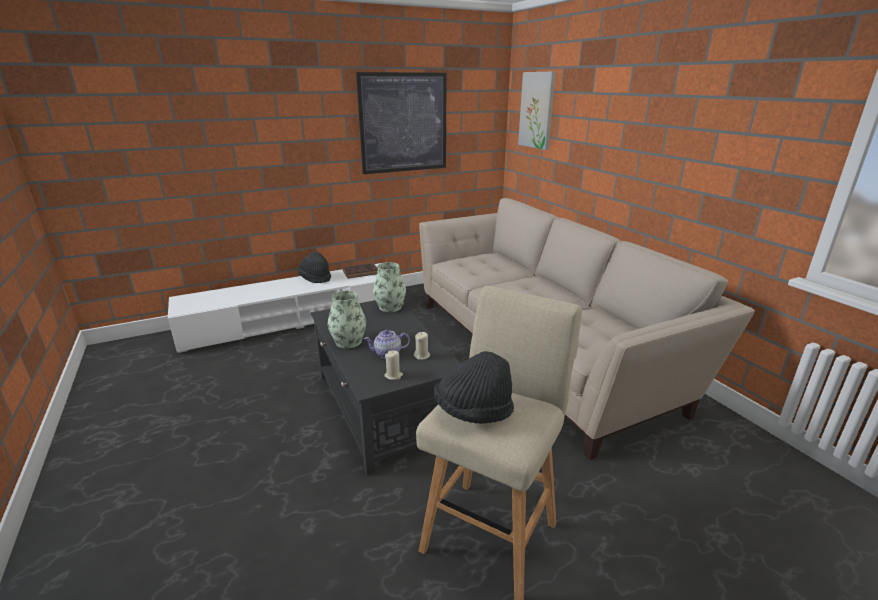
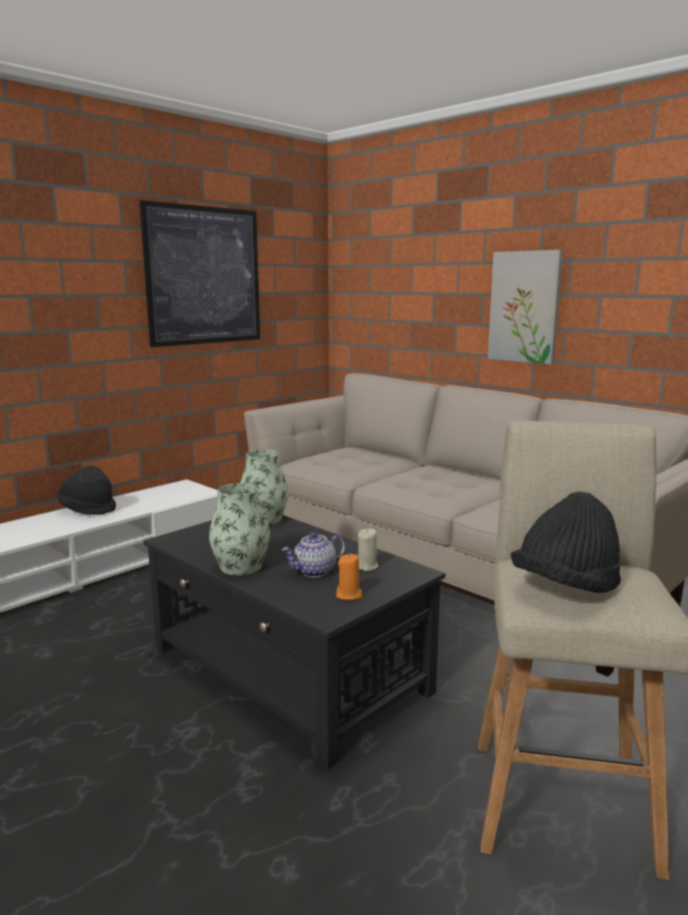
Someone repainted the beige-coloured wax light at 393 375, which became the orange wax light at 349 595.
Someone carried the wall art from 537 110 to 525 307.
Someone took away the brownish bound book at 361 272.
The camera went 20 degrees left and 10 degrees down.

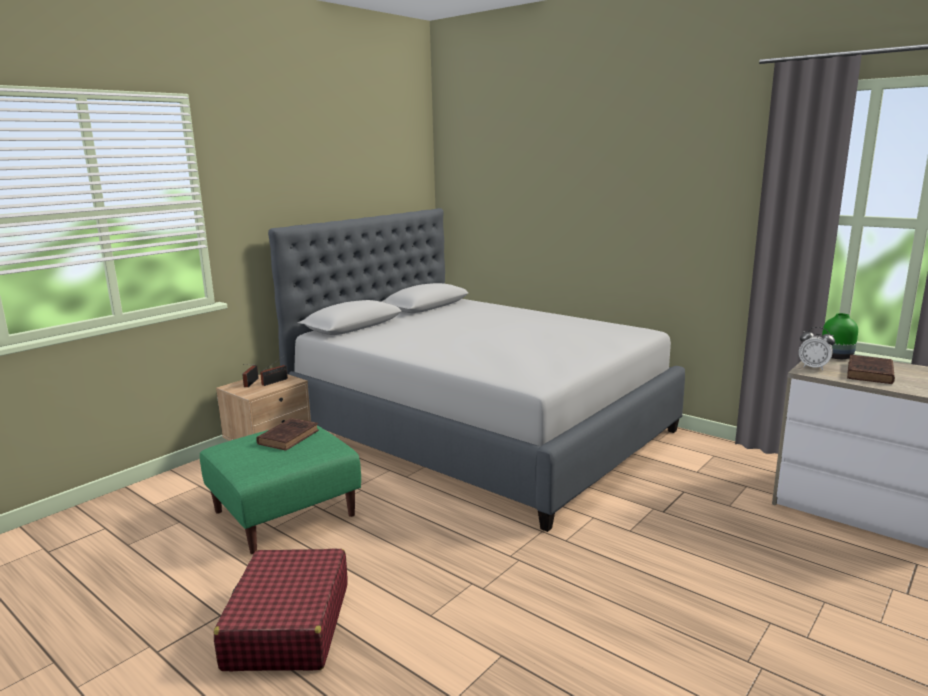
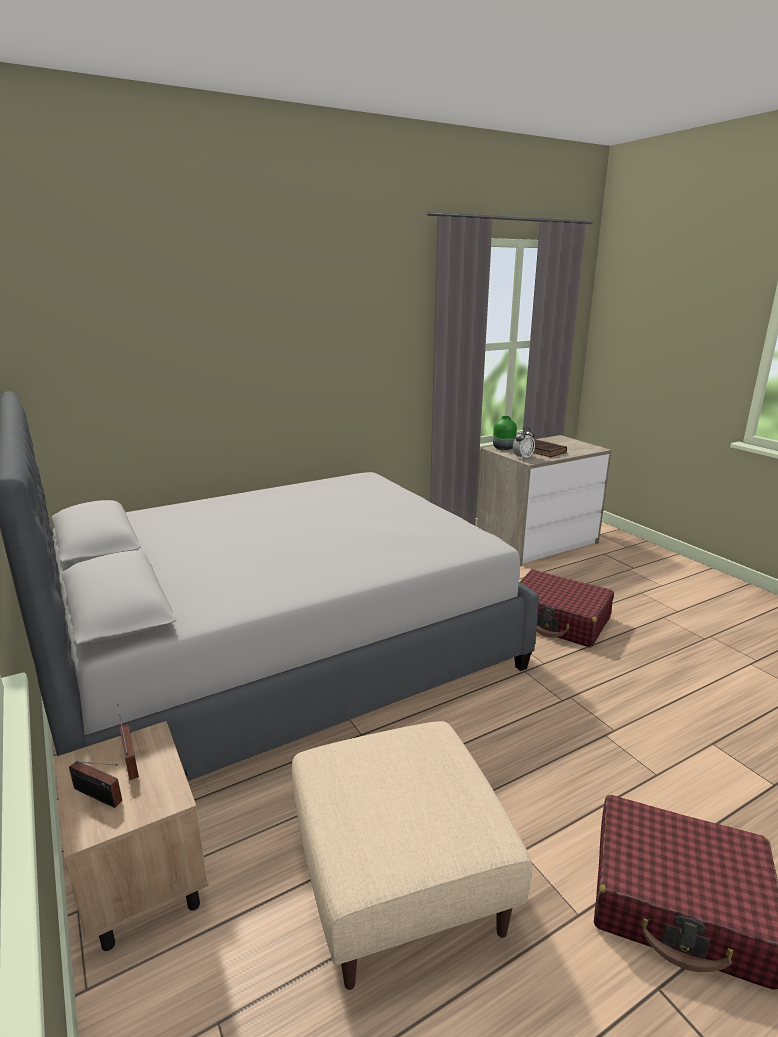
Someone repainted the green-coloured ottoman at 284 513, which became the beige-coloured ottoman at 398 880.
Someone put down the red suitcase at 558 620.
Someone took away the brownish bound book at 289 437.
The camera went 70 degrees left and 5 degrees up.

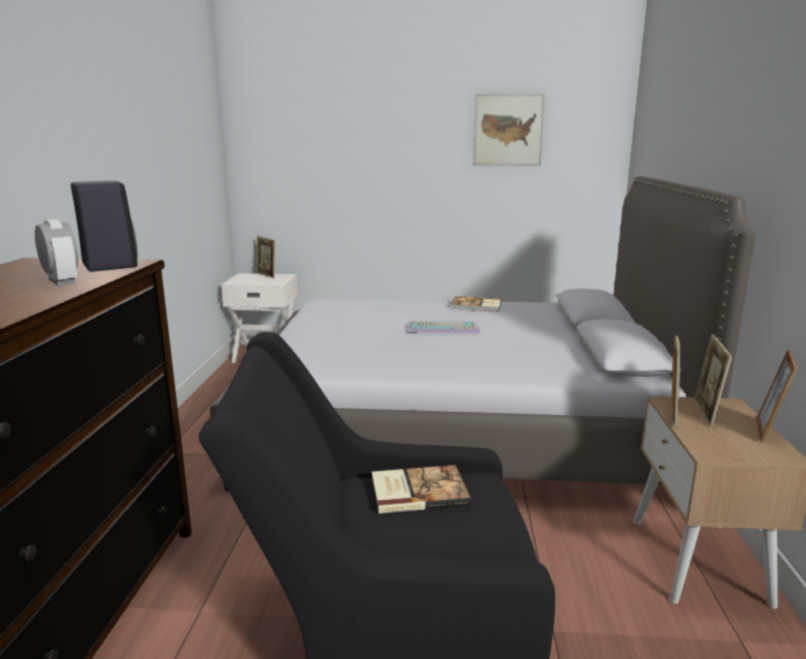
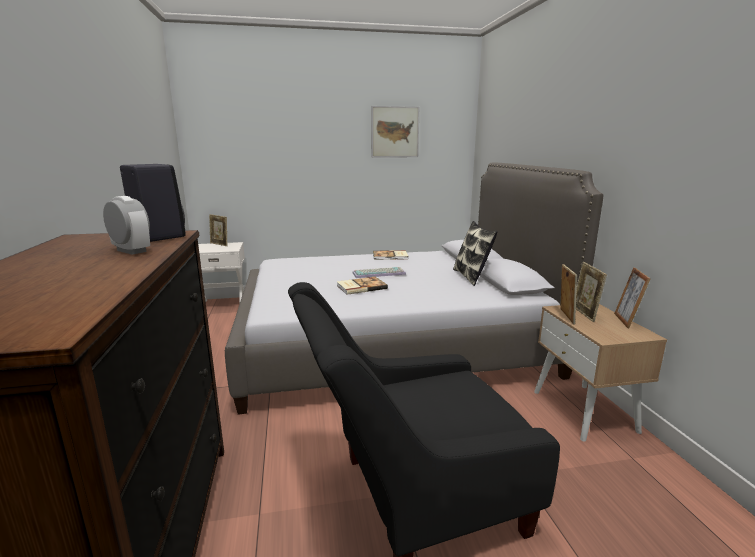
Someone carried the bound book from 417 491 to 361 287.
Someone put down the throw pillow at 471 276.
The camera went 15 degrees left and 0 degrees up.

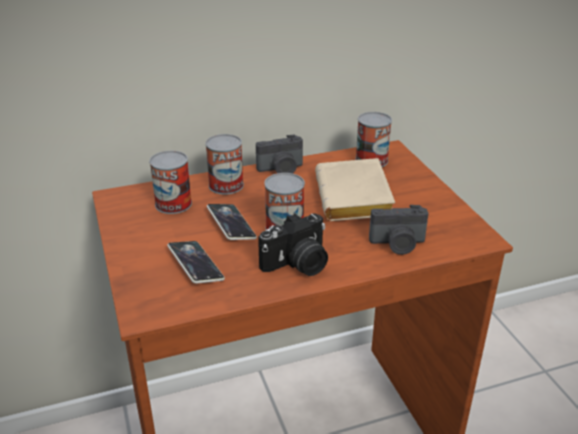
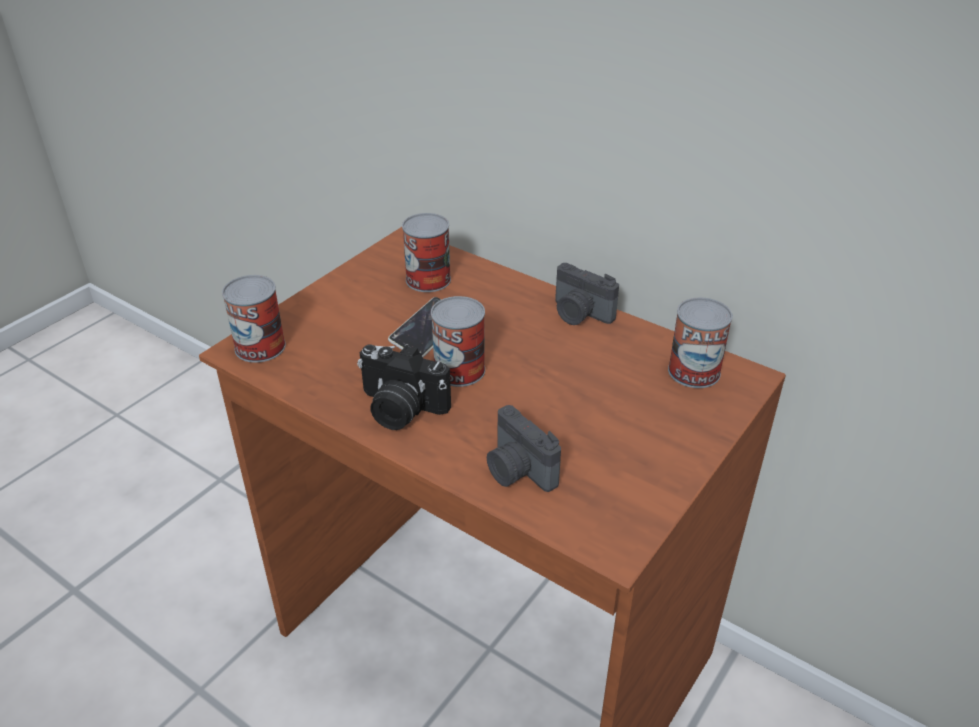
Someone carried the metal can from 226 185 to 260 347.
Someone took away the telephone at 195 265.
Someone took away the beige-coloured bound book at 356 199.
The camera went 55 degrees right and 5 degrees up.

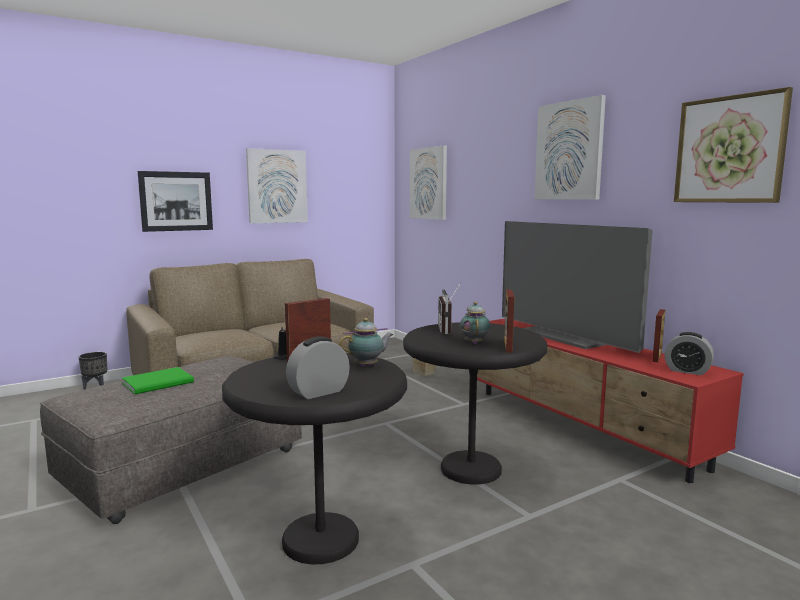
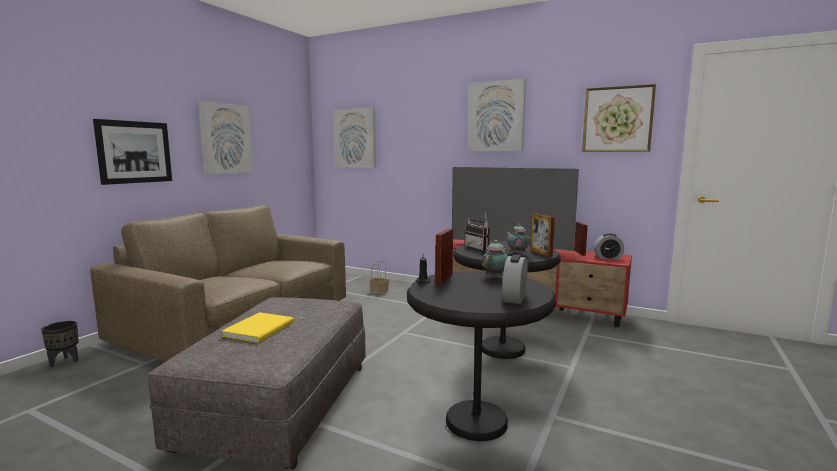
Someone repainted the green-coloured bound book at 160 382, which became the yellowish bound book at 261 328.
The camera went 30 degrees left and 0 degrees up.

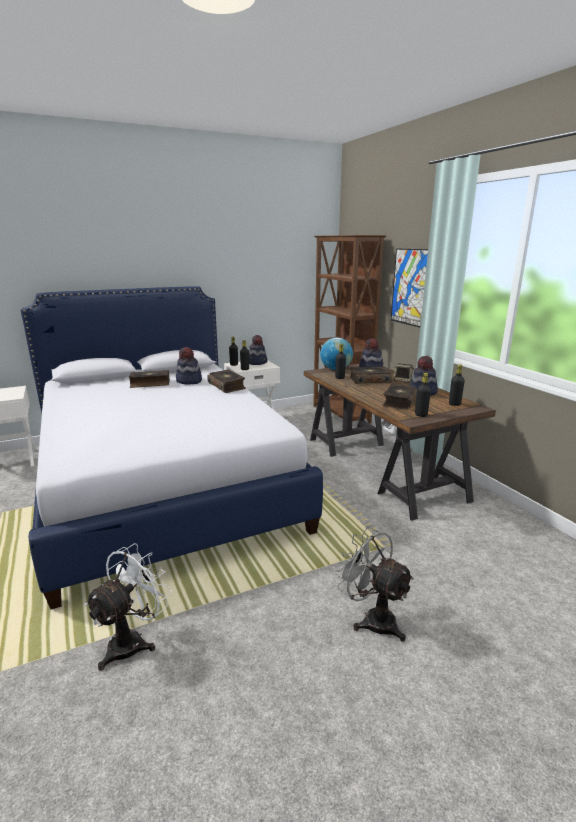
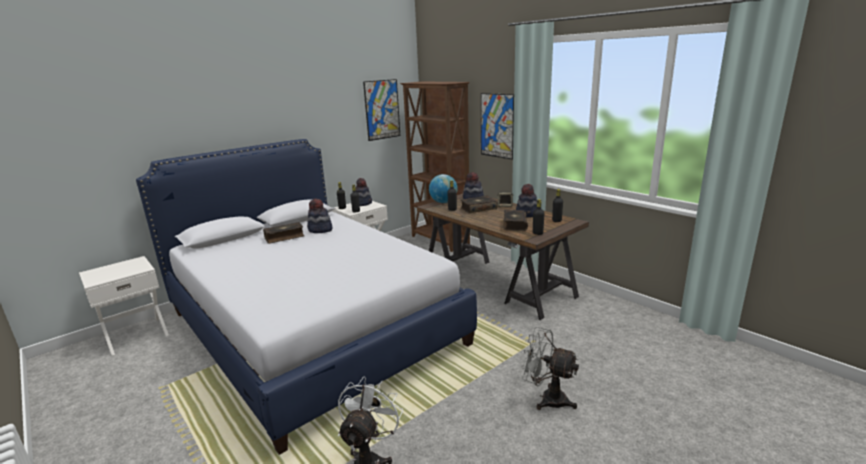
Someone put up the wall art at 382 109.
Someone took away the bound book at 227 386.
The camera went 15 degrees left and 0 degrees up.

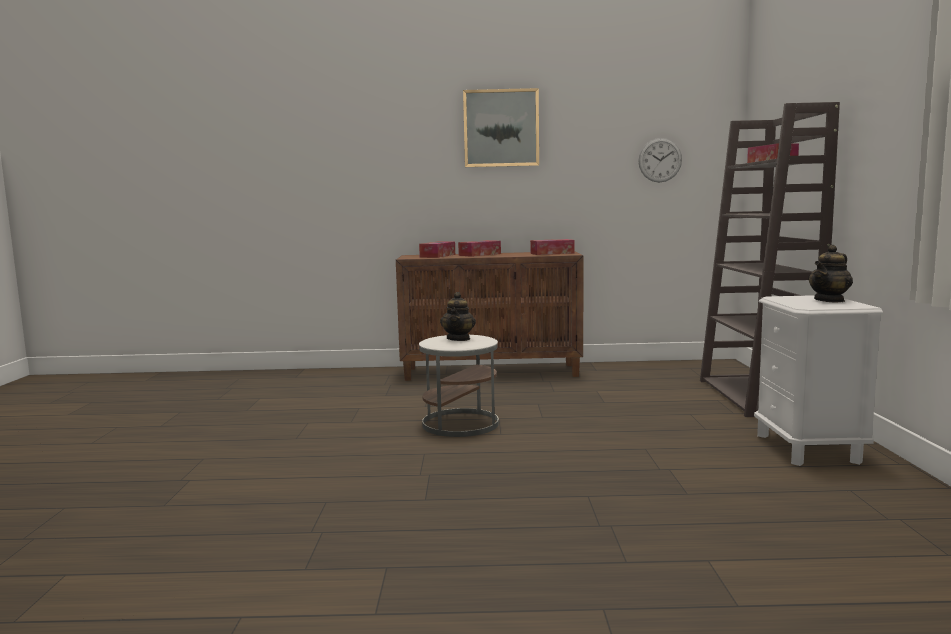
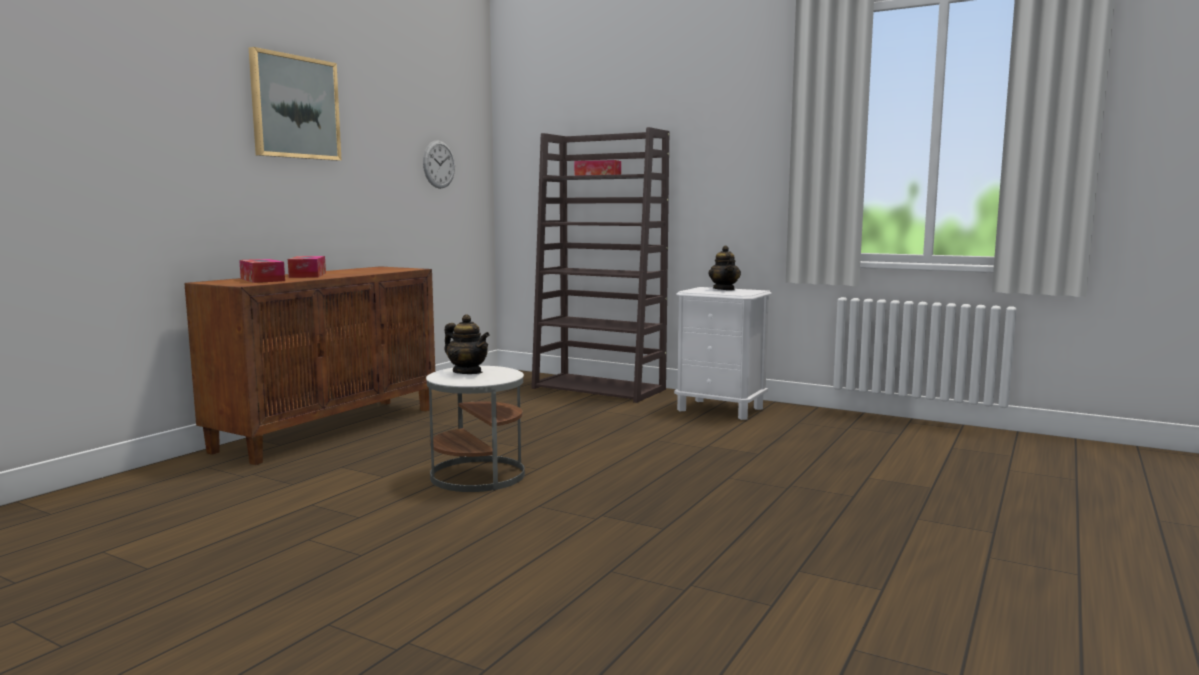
Someone took away the box of tissues at 552 253.
The camera went 60 degrees left and 0 degrees up.

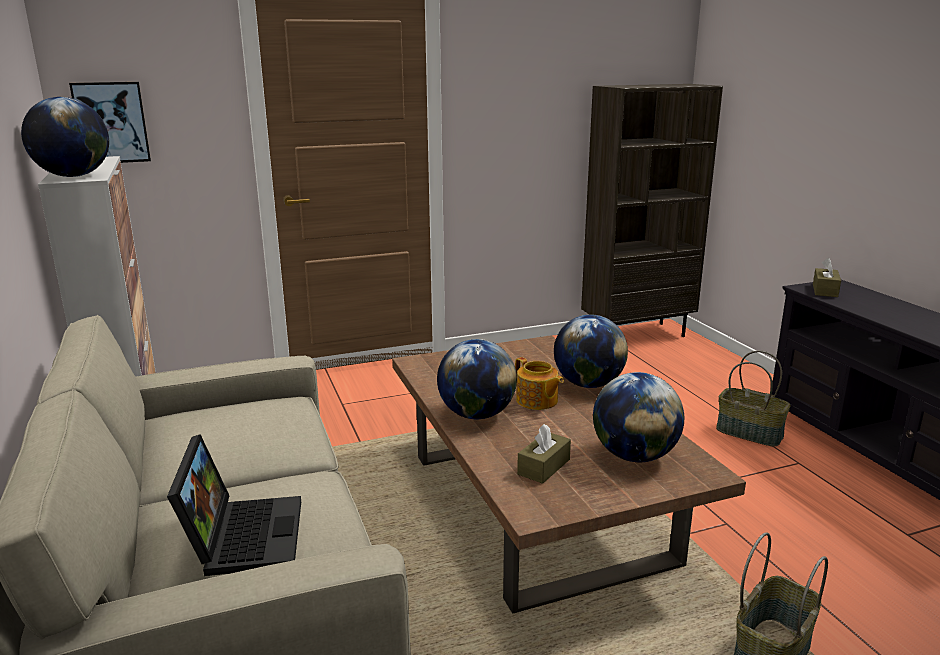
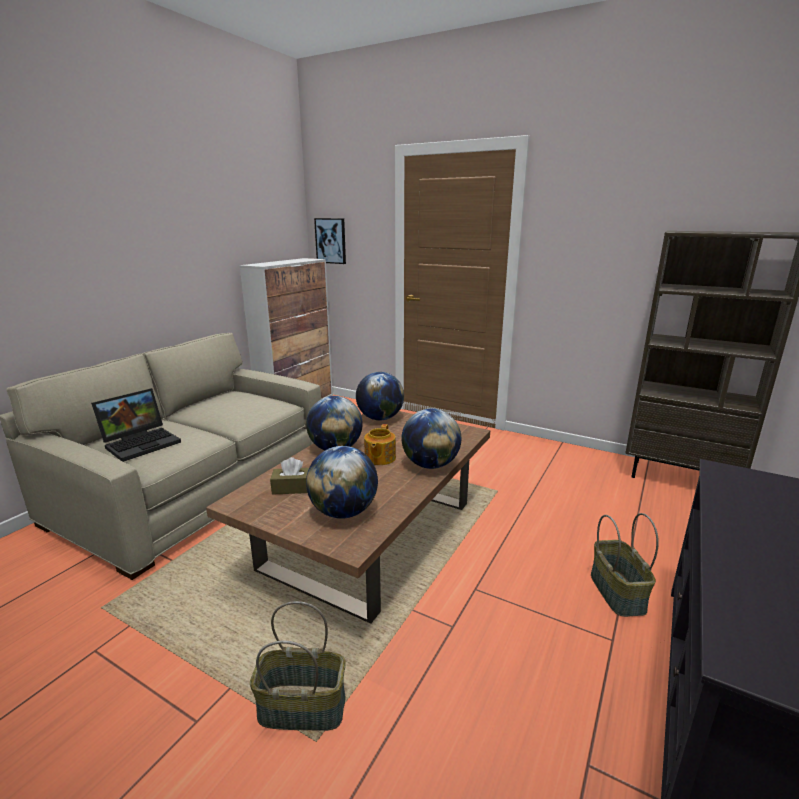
Someone carried the desk globe from 73 176 to 380 418.
Someone took away the brownish box of tissues at 825 290.
The camera went 50 degrees right and 0 degrees up.

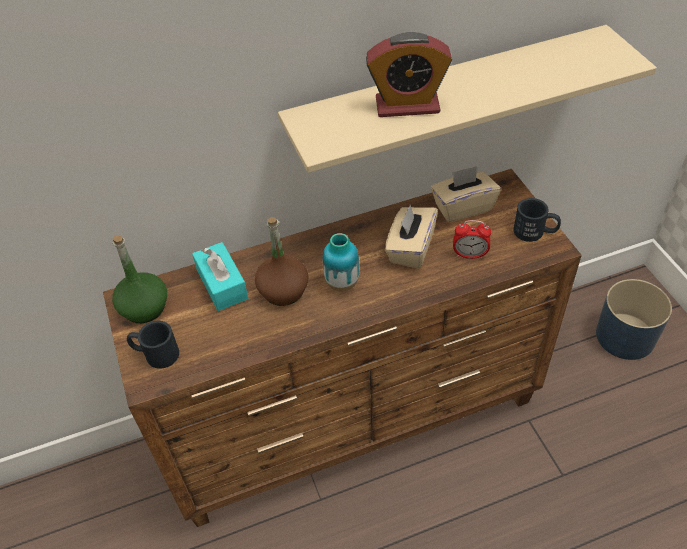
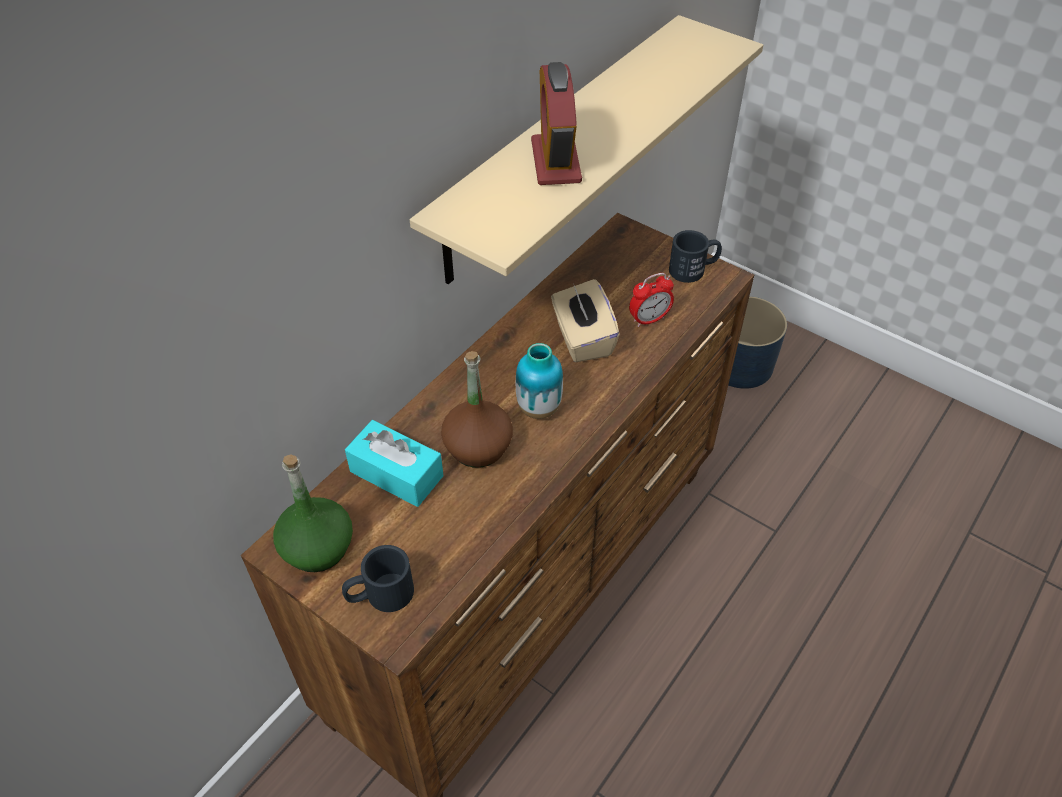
Someone rotated the alarm clock at 407 105 by 120 degrees clockwise.
Someone took away the beige-coloured box of tissues at 462 207.
The camera went 35 degrees left and 0 degrees up.

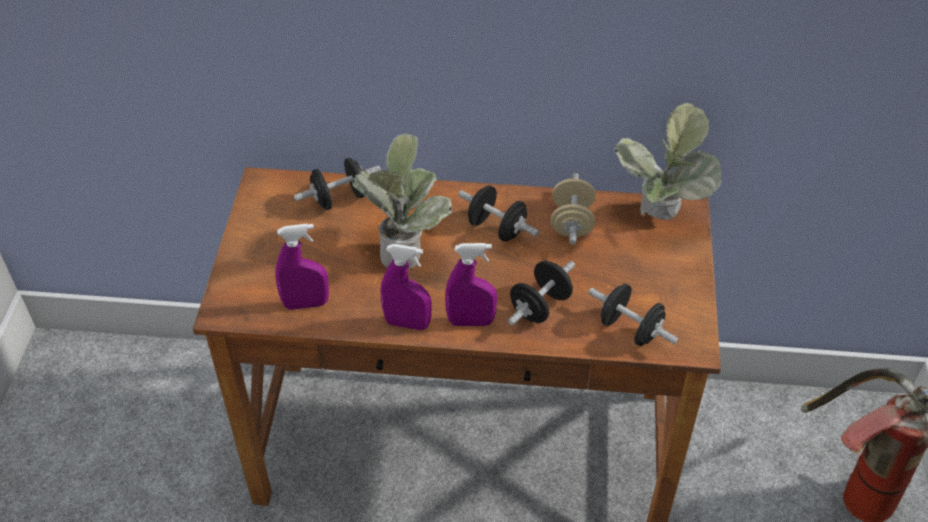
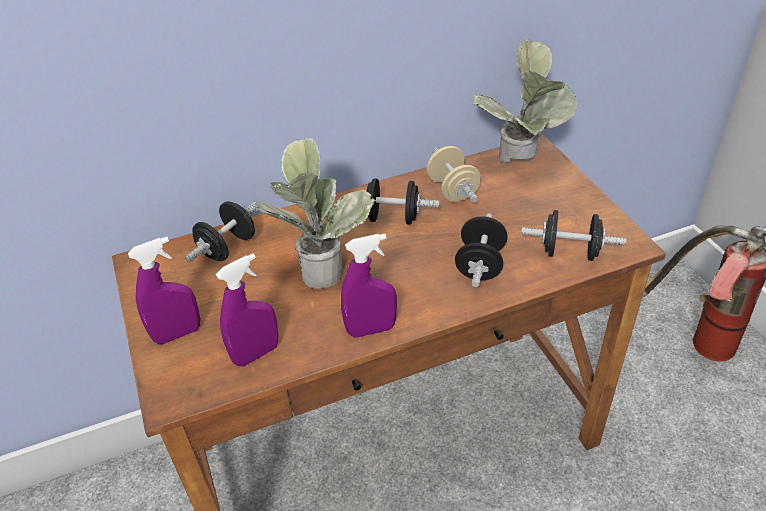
Someone carried the purple hand sprayer from 471 321 to 177 334.
The camera went 25 degrees left and 5 degrees down.

